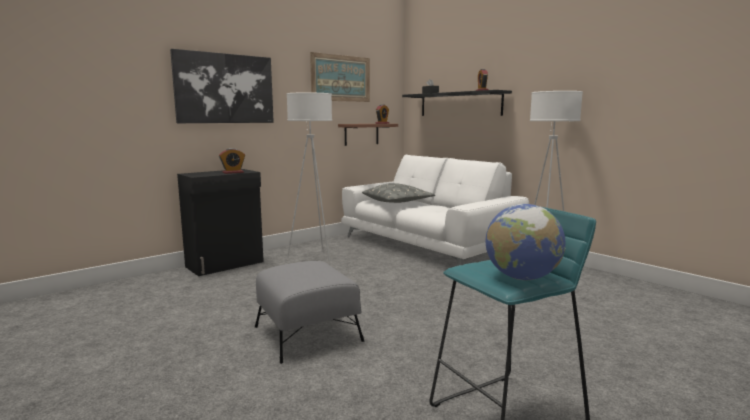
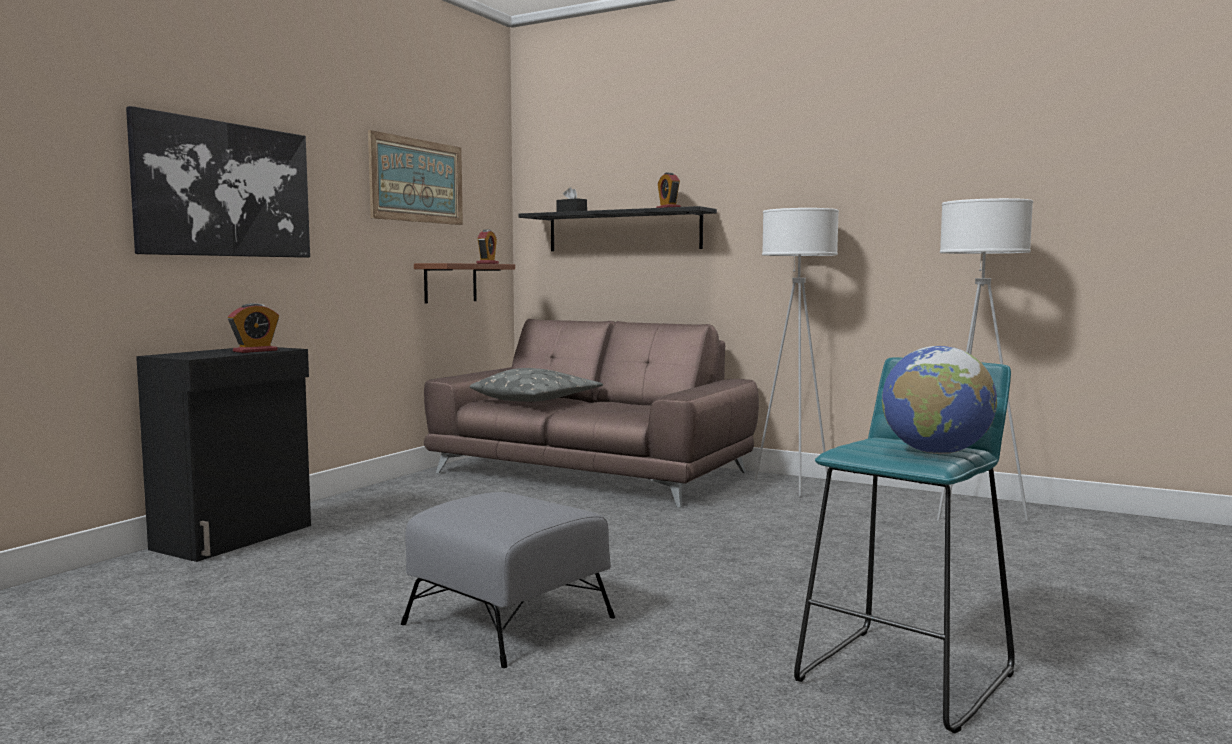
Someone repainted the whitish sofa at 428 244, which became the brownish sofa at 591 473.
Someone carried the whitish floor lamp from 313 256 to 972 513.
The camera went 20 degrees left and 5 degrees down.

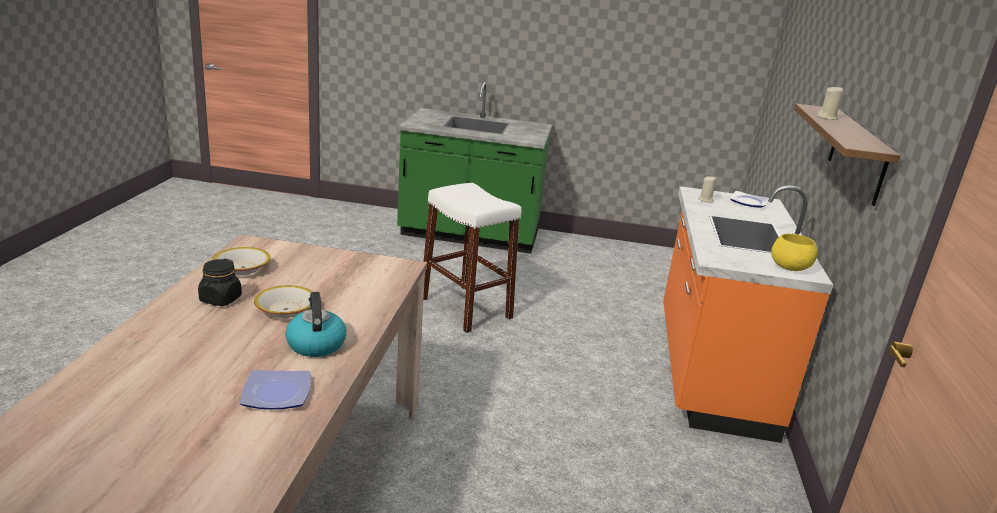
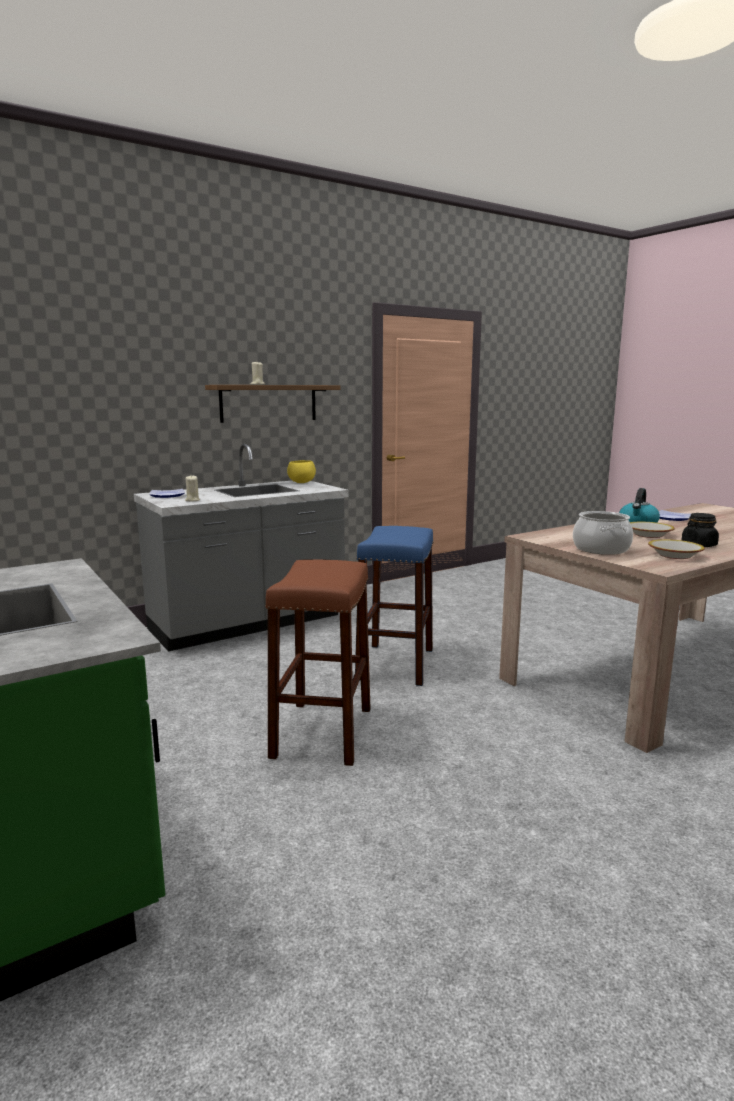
Someone repainted the orange kitchen base unit at 709 370, which became the grey kitchen base unit at 249 624.
Someone repainted the whitish sitting stool at 465 308, which became the brownish sitting stool at 322 732.
Someone put down the blue sitting stool at 395 664.
Someone put down the stockpot at 601 549.
The camera went 130 degrees left and 10 degrees down.

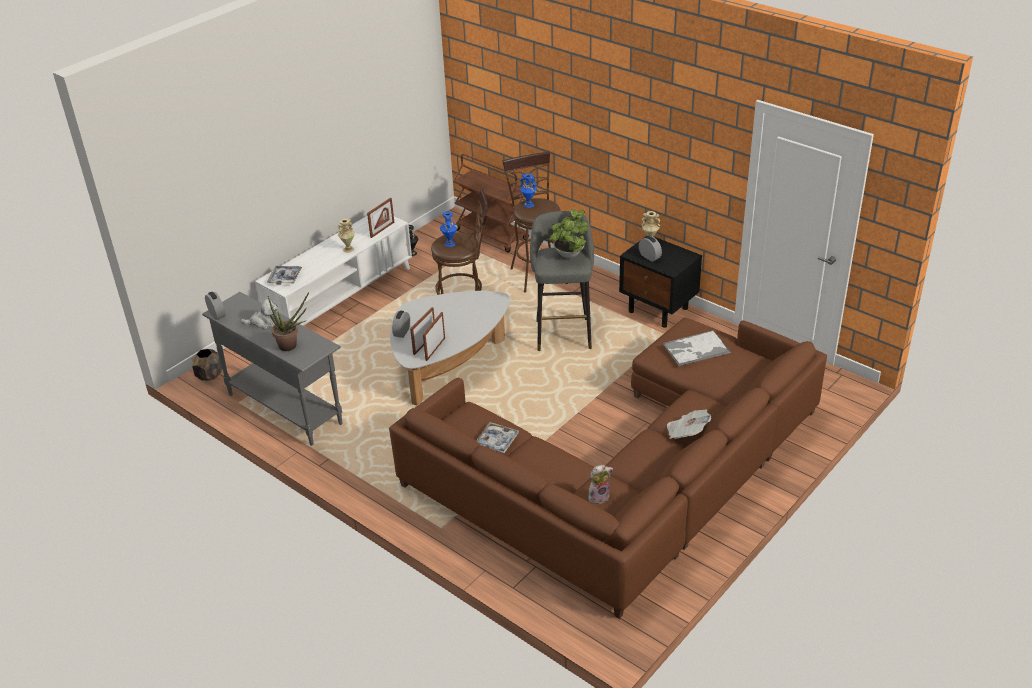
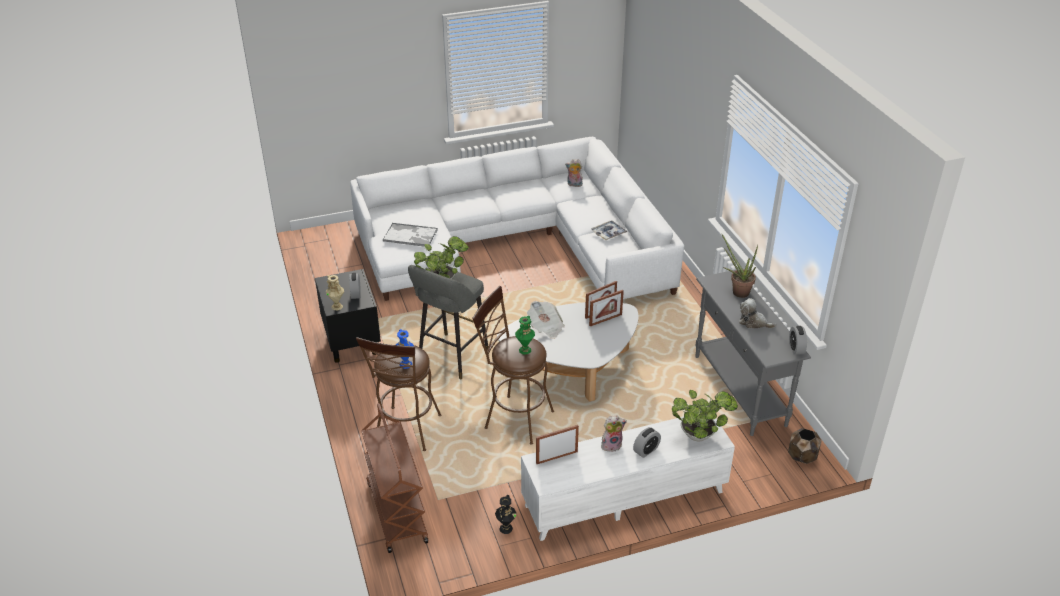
Someone repainted the brownish sofa at 629 475, which became the whitish sofa at 518 243.
Someone repainted the blue flower vase at 449 243, which became the green-coloured flower vase at 525 350.
Someone carried the newspaper from 686 432 to 546 327.
Someone swapped the beige-coloured flower vase at 348 249 for the cuddly toy at 611 445.
Someone carried the alarm clock from 402 332 to 646 450.
Someone swapped the tray at 285 278 for the plant in a pot at 700 434.
The camera went 150 degrees left and 0 degrees up.

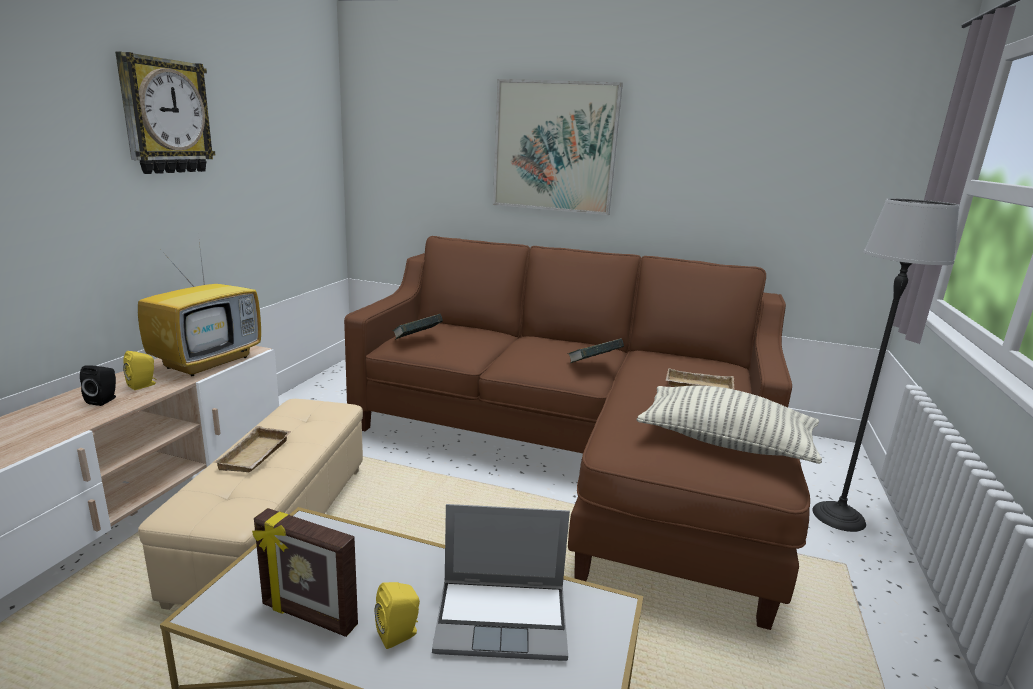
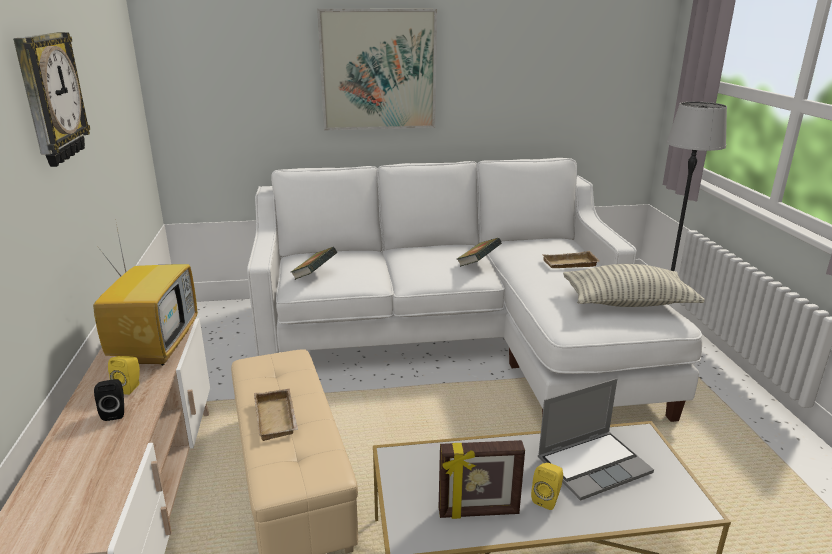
Someone repainted the brownish sofa at 577 450, which became the whitish sofa at 462 337.
The camera went 25 degrees left and 5 degrees up.

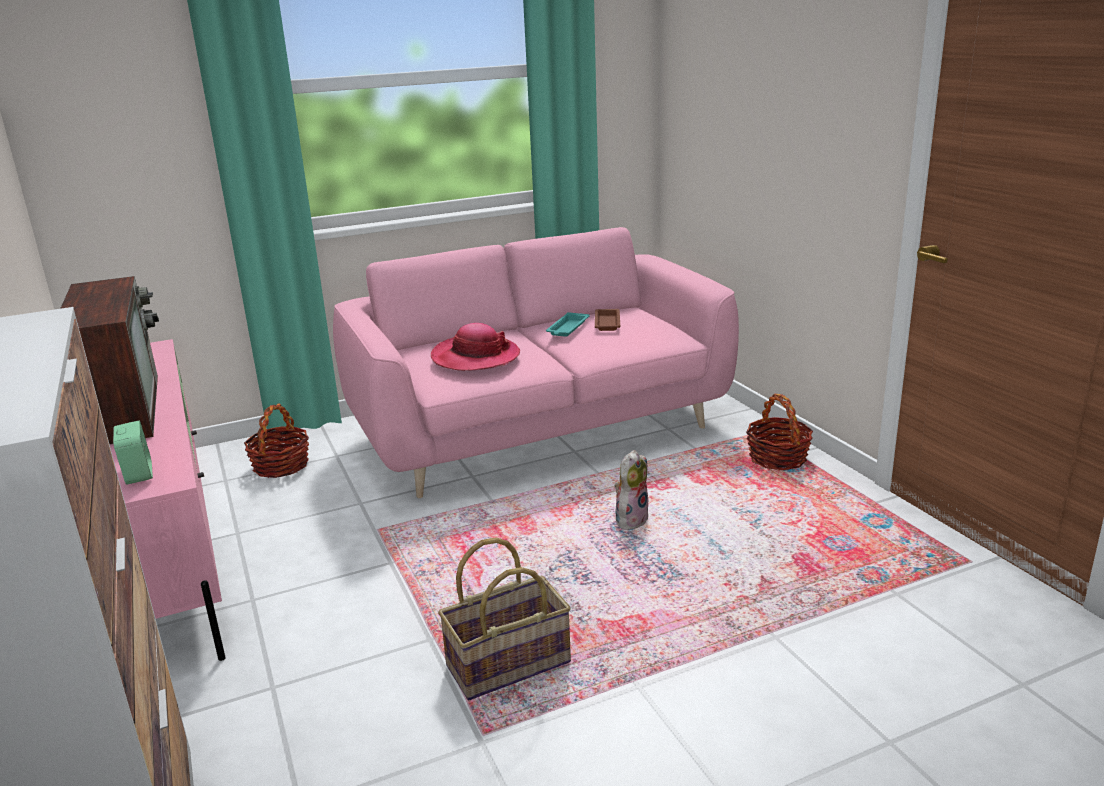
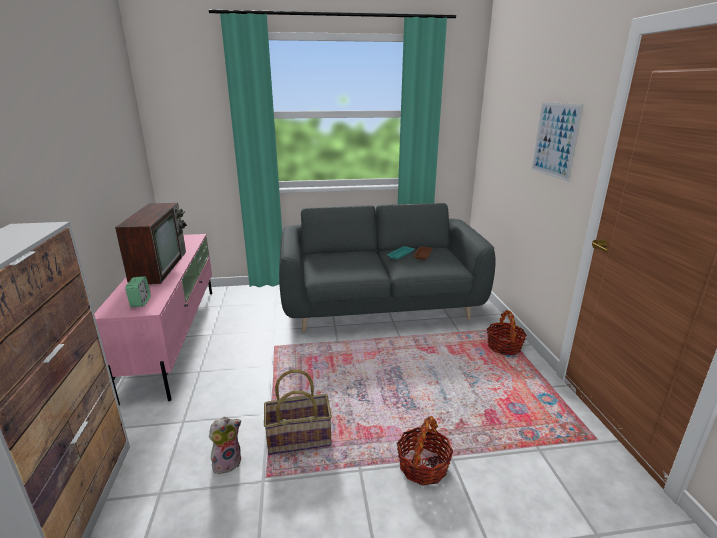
Someone carried the cuddly toy from 631 519 to 227 462.
Someone repainted the pink sofa at 538 431, which became the grey sofa at 380 306.
Someone carried the storage basket from 281 466 to 423 466.
Someone put up the wall art at 555 140.
Someone took away the clothing hat at 475 357.
The camera went 15 degrees right and 0 degrees up.

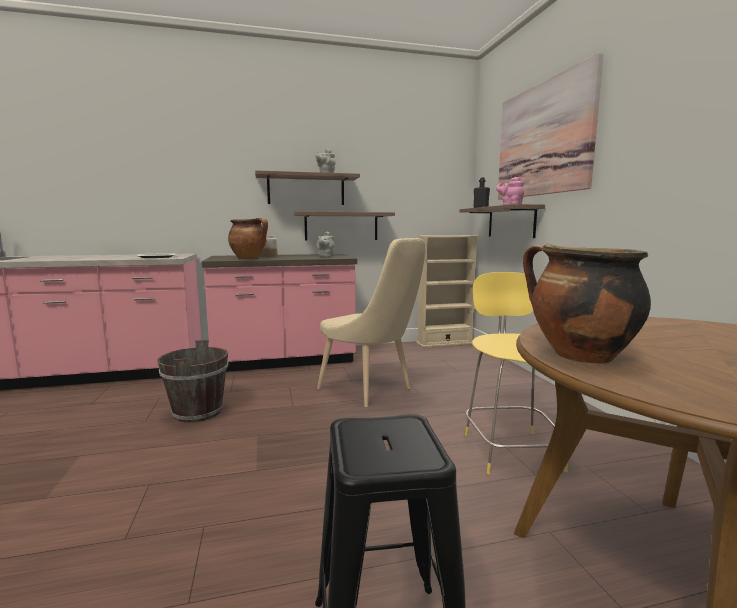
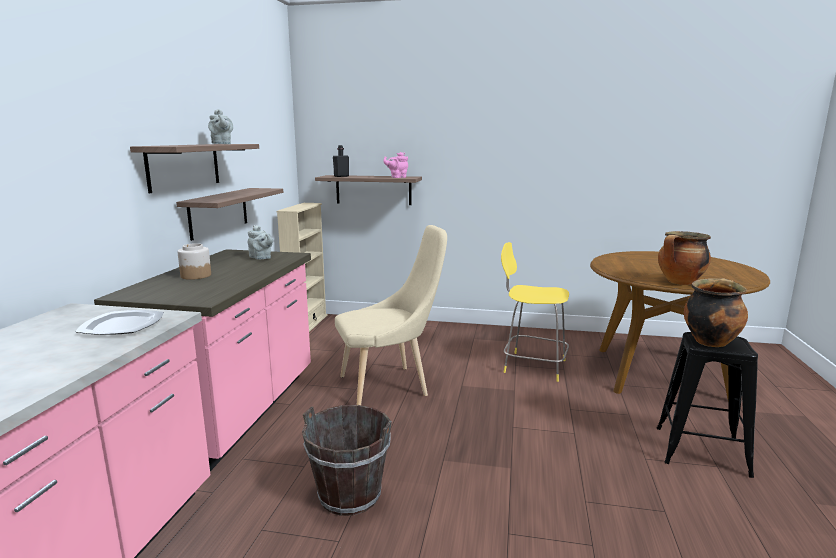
Someone carried the stockpot from 249 258 to 710 341.
Someone took away the wall art at 543 139.
The camera went 65 degrees left and 5 degrees up.

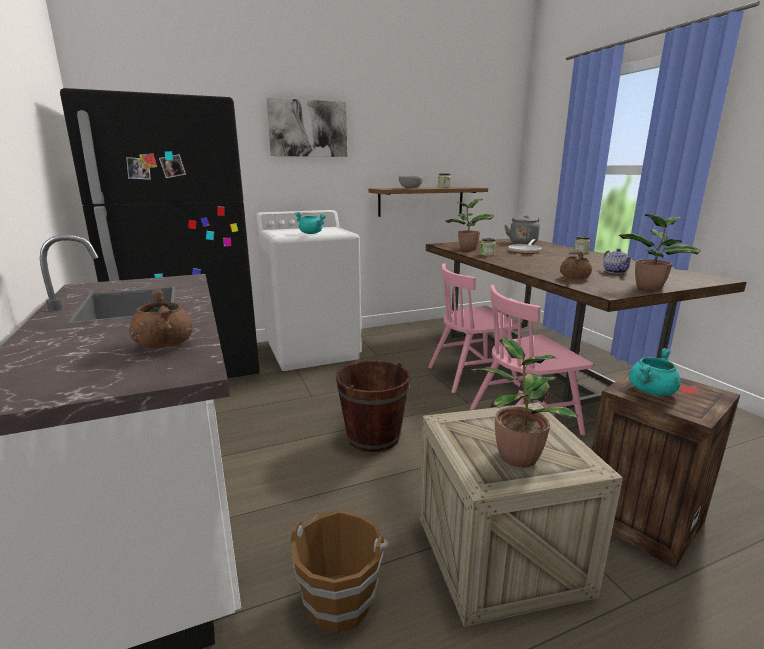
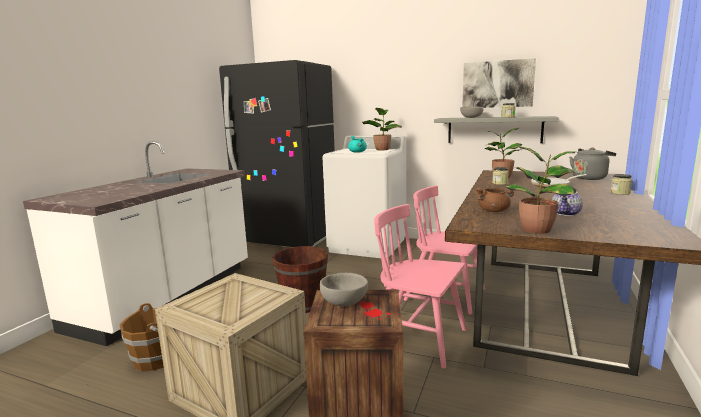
Someone swapped the turquoise stockpot at 651 391 for the grey deep dish at 343 302.
Someone carried the plant in a pot from 515 455 to 382 149.
Someone repainted the brownish shelf at 421 201, which became the grey shelf at 494 130.
Someone carried the wall art from 308 128 to 497 84.
Someone took away the brownish stockpot at 164 344.
The camera went 45 degrees right and 5 degrees down.

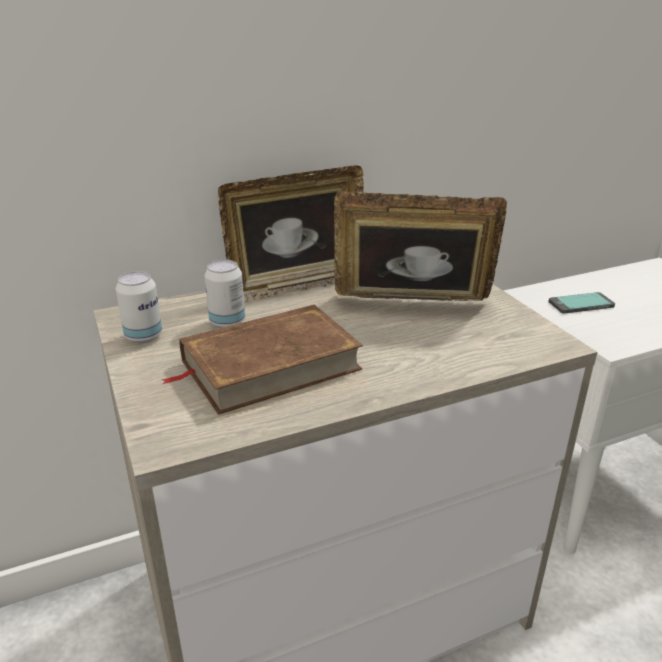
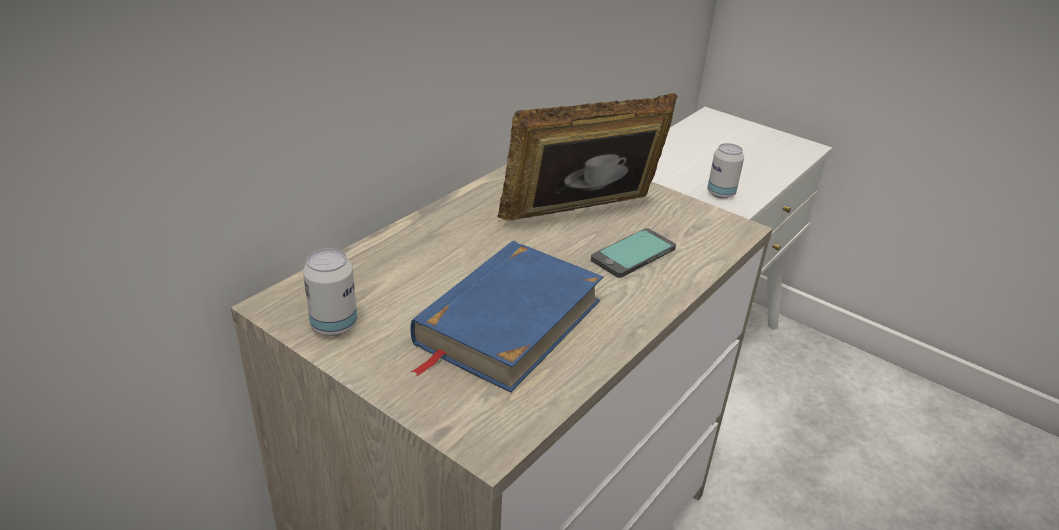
Someone repainted the brownish bound book at 269 365, which became the blue bound book at 508 321.
Someone carried the telephone from 581 304 to 633 254.
Someone carried the metal can from 227 322 to 721 193.
Someone took away the picture frame at 299 285.
The camera went 30 degrees left and 5 degrees up.

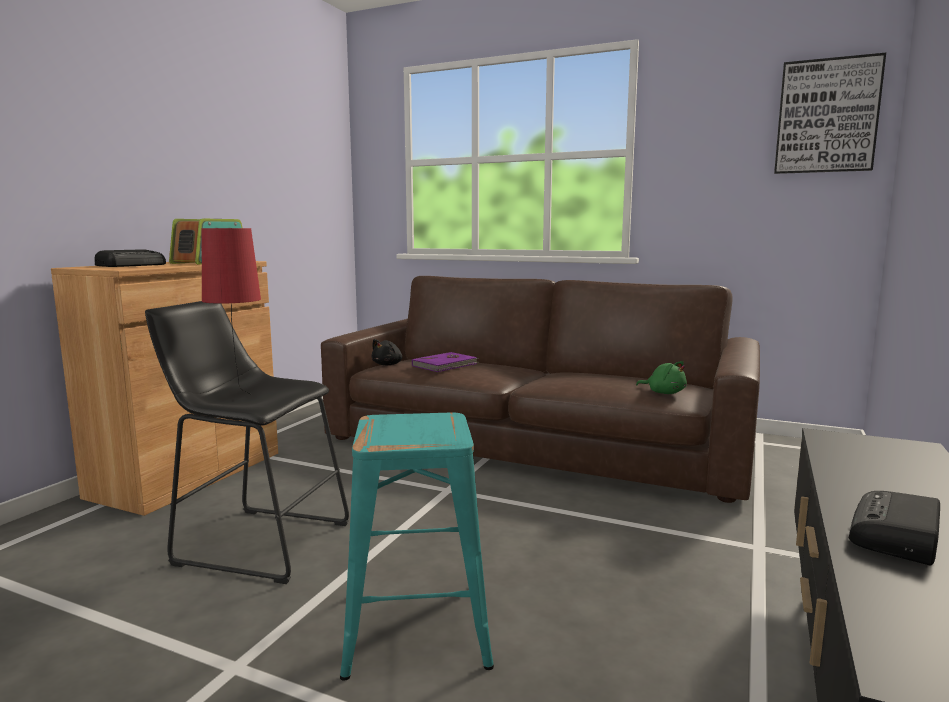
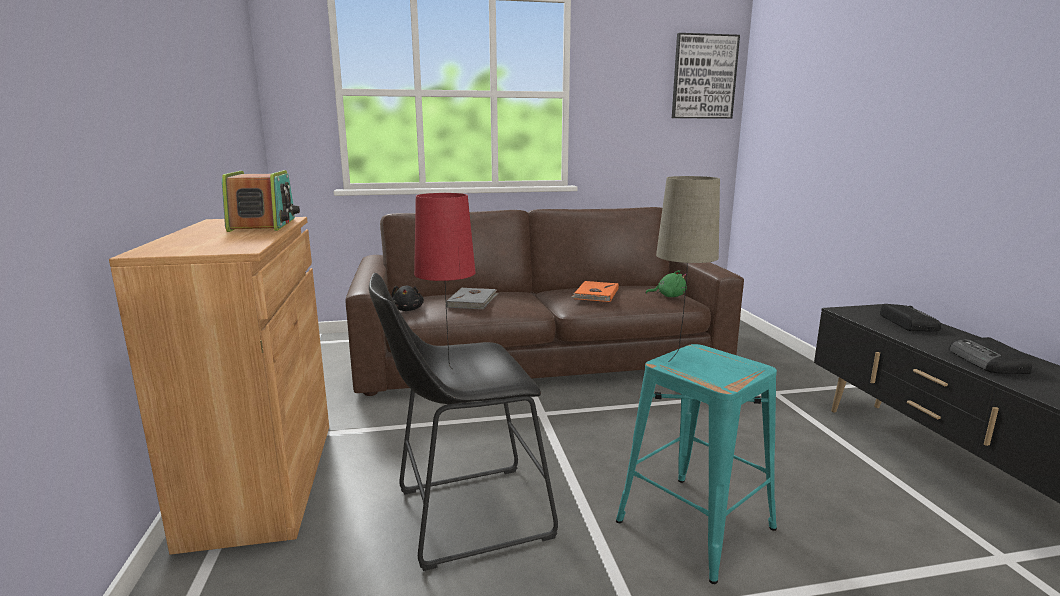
Someone repainted the purple bound book at 446 365, which became the grey bound book at 473 301.
Someone put down the orange bound book at 595 294.
Someone put down the beige-coloured tabletop lamp at 679 358.
Someone carried the radio set from 133 265 to 907 323.
The camera went 35 degrees left and 5 degrees up.

